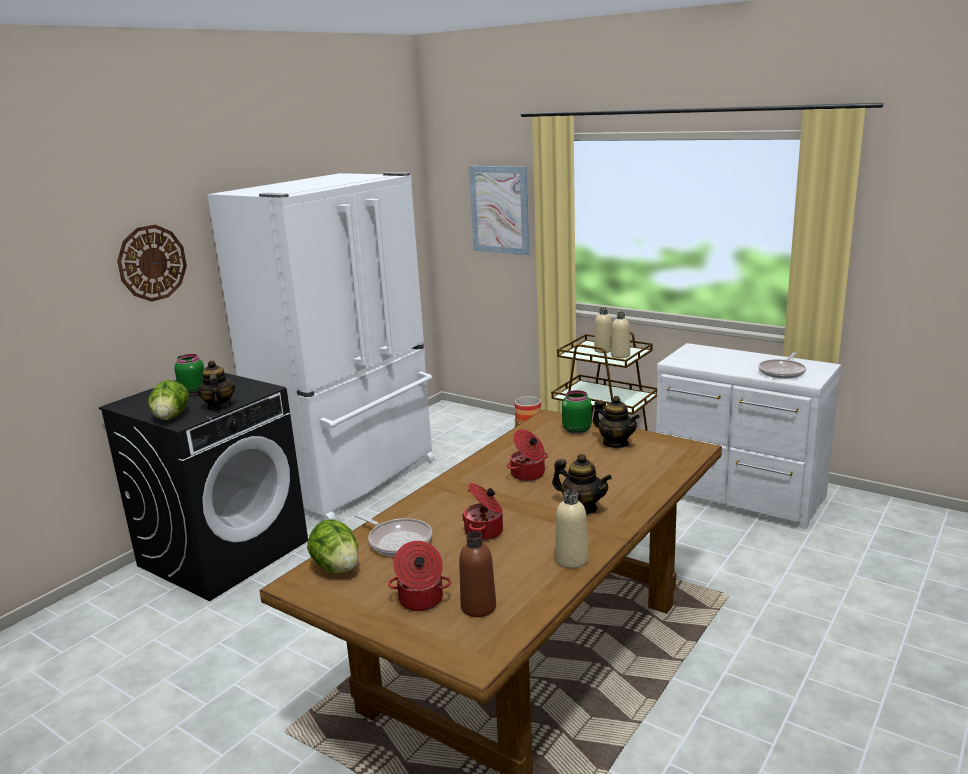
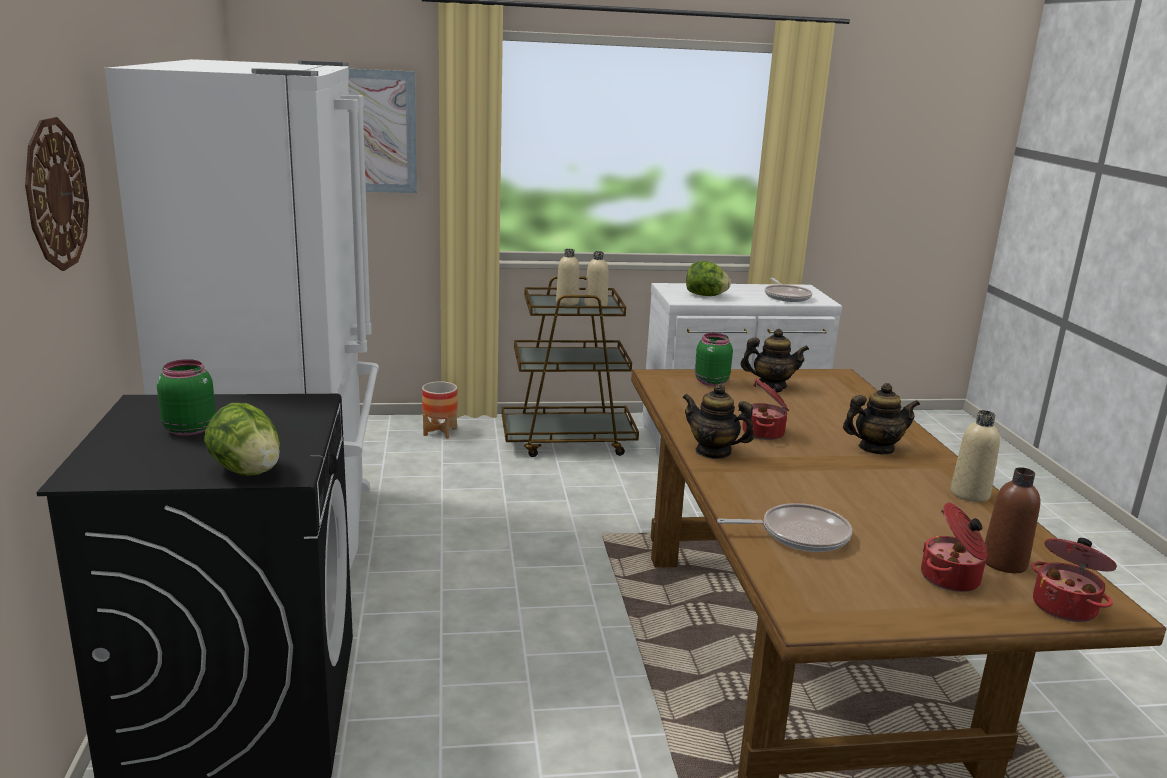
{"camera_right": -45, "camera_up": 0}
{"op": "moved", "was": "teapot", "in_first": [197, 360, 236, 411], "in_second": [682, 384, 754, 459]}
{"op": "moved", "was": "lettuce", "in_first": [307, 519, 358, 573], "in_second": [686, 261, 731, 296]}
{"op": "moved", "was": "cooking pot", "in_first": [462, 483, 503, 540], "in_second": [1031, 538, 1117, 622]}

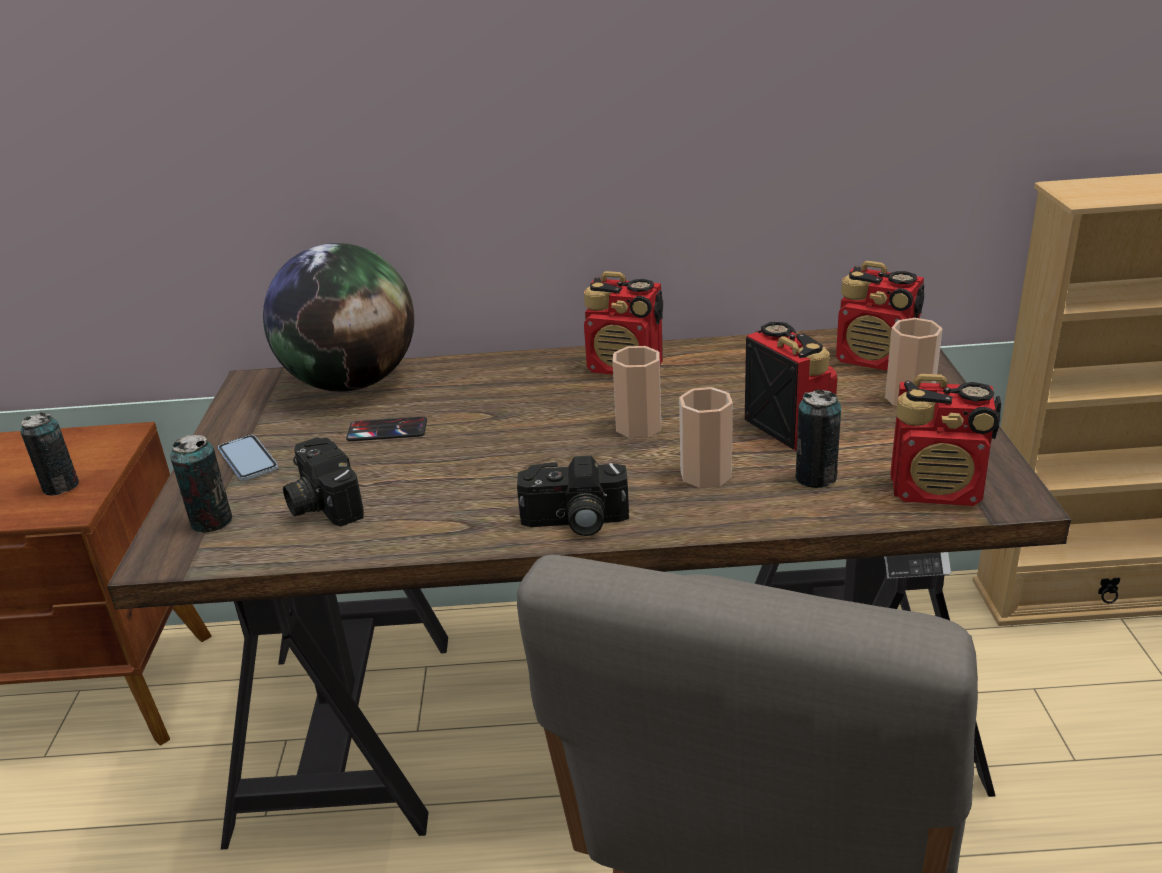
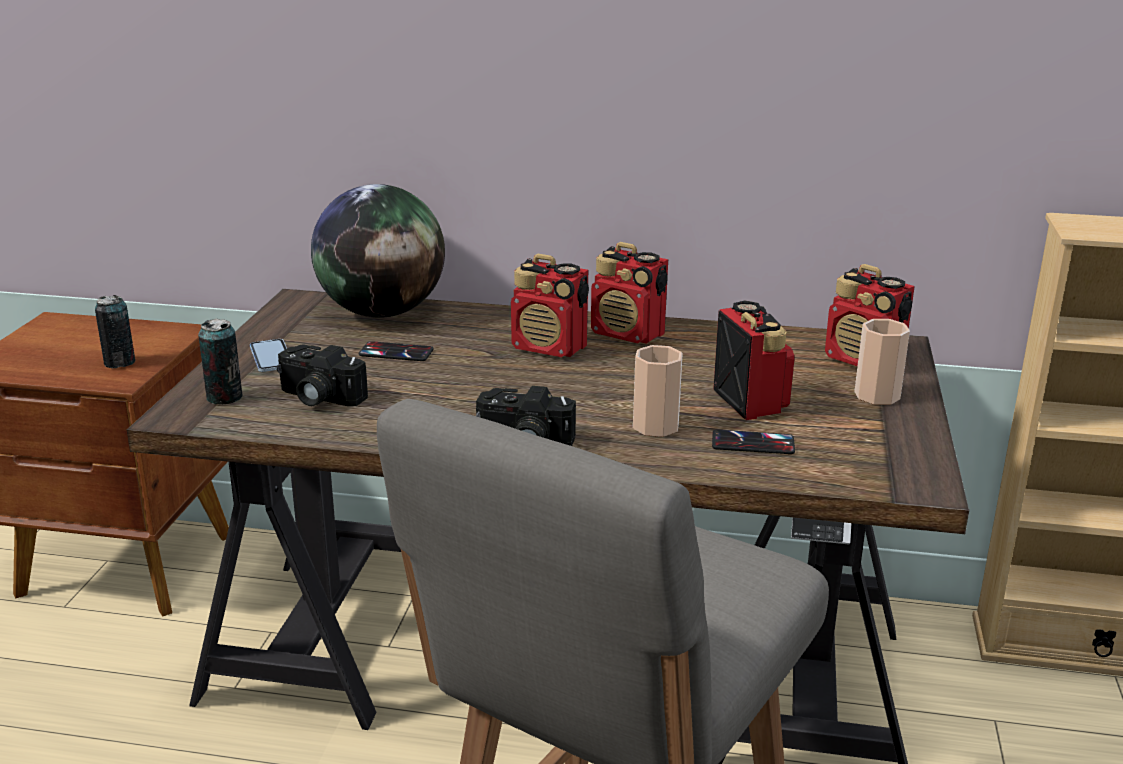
{"camera_right": 10, "camera_up": -5}
{"op": "turned", "was": "photo camera", "in_first": [283, 437, 364, 527], "in_second": [277, 345, 368, 406], "clockwise": -45}
{"op": "moved", "was": "radio", "in_first": [890, 374, 1001, 506], "in_second": [511, 254, 589, 357]}
{"op": "replaced", "was": "can", "now": "phone", "in_first": [795, 389, 841, 488], "in_second": [712, 430, 795, 454]}
{"op": "removed", "was": "cup", "in_first": [613, 346, 661, 438]}

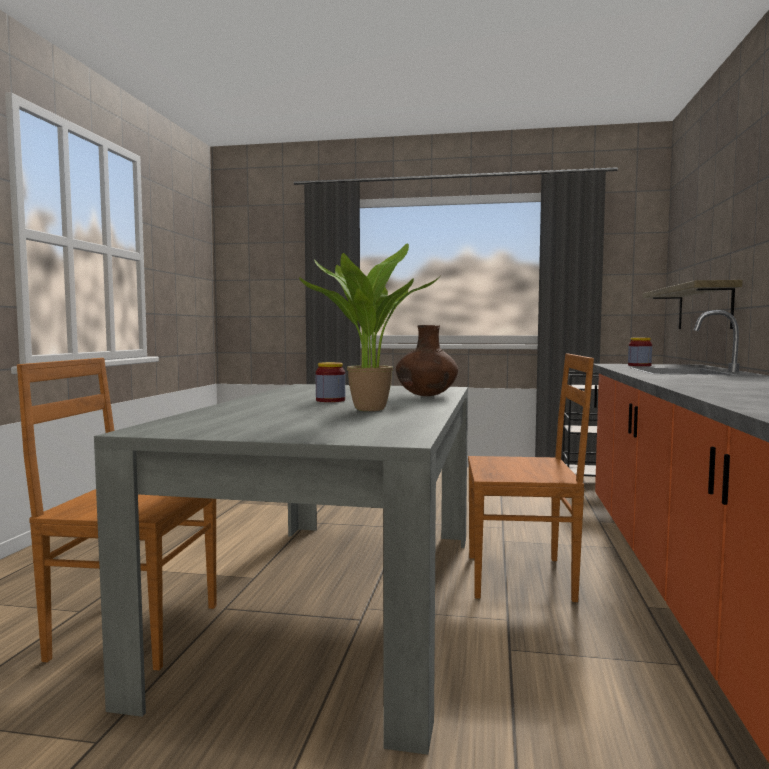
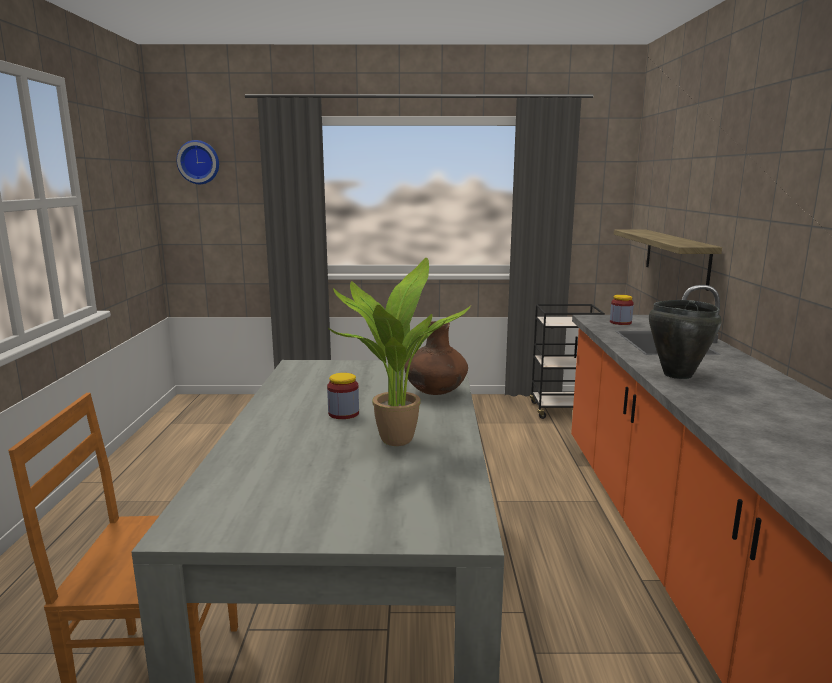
{"camera_right": -10, "camera_up": 10}
{"op": "added", "now": "wall clock", "in_second": [176, 140, 219, 184]}
{"op": "added", "now": "black cooking pot", "in_second": [649, 300, 722, 379]}
{"op": "removed", "was": "brown chair", "in_first": [468, 353, 594, 602]}

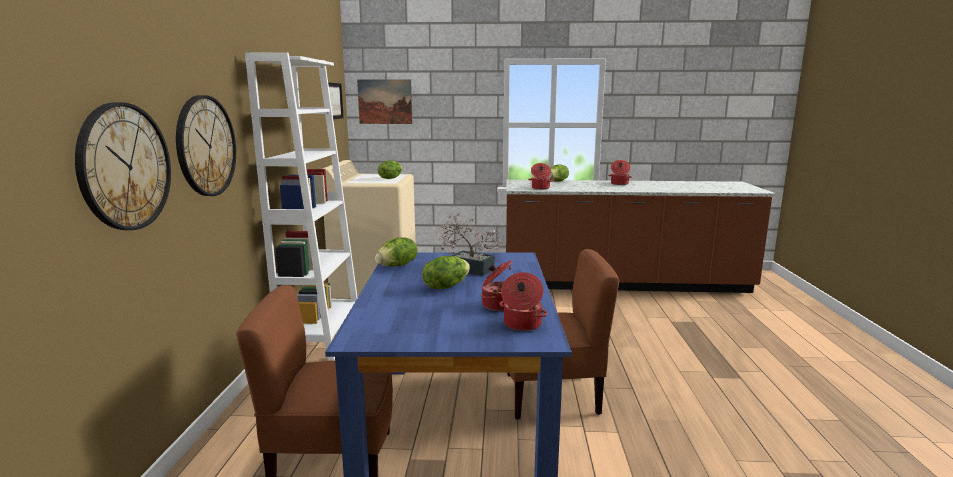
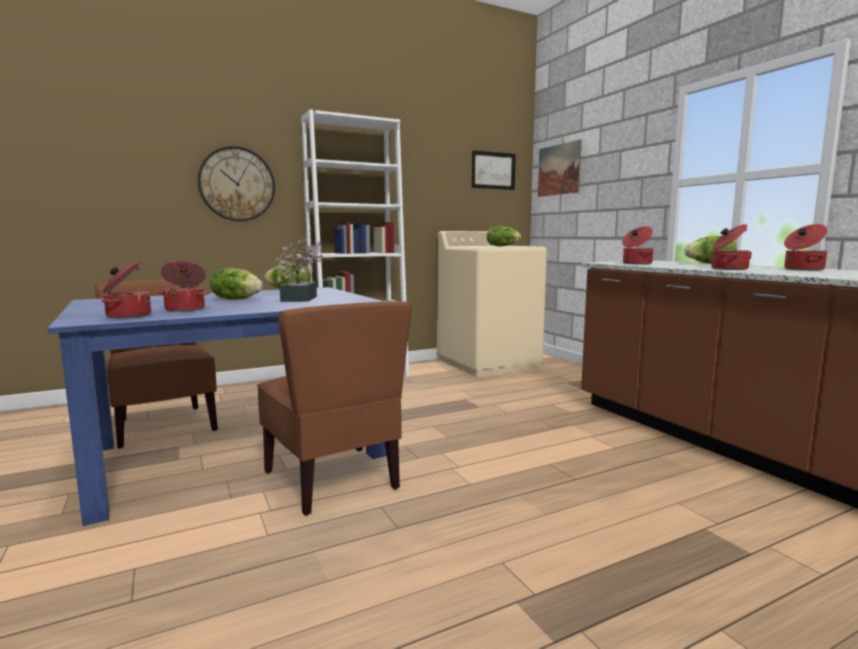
{"camera_right": 60, "camera_up": -5}
{"op": "added", "now": "cooking pot", "in_second": [711, 224, 752, 270]}
{"op": "removed", "was": "wall clock", "in_first": [75, 102, 171, 230]}

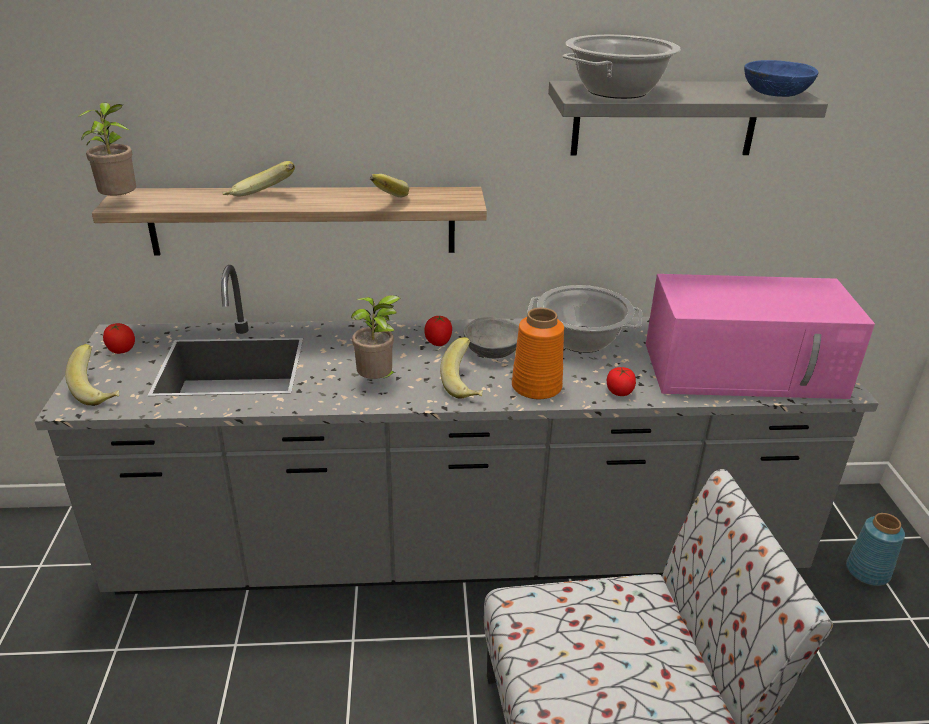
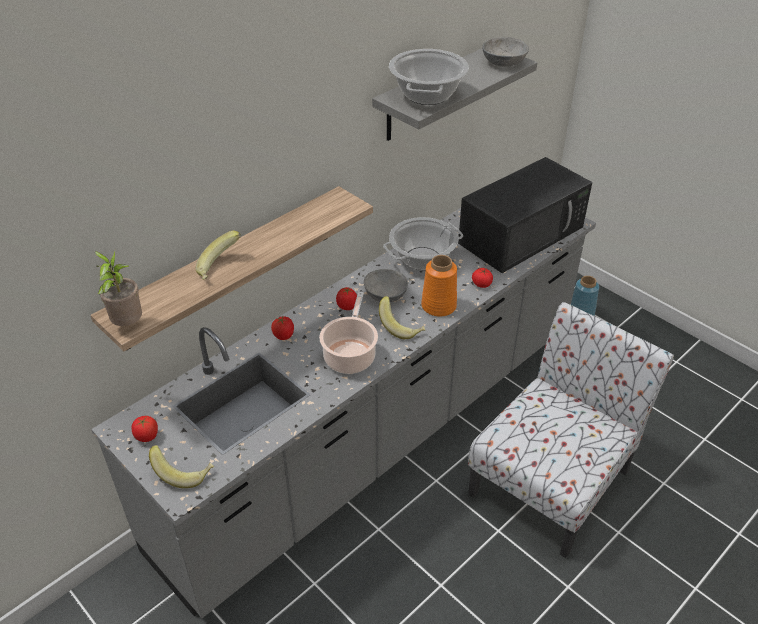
{"camera_right": -40, "camera_up": 10}
{"op": "added", "now": "tomato", "in_second": [271, 316, 294, 340]}
{"op": "replaced", "was": "potted plant", "now": "cooking pot", "in_first": [351, 295, 401, 379], "in_second": [319, 292, 378, 374]}
{"op": "recoloured", "was": "pink microwave", "now": "black microwave", "in_first": [646, 274, 875, 399], "in_second": [458, 157, 592, 273]}
{"op": "recoloured", "was": "blue bowl", "now": "grey bowl", "in_first": [744, 60, 819, 97], "in_second": [483, 37, 529, 67]}
{"op": "removed", "was": "banana", "in_first": [370, 174, 409, 197]}

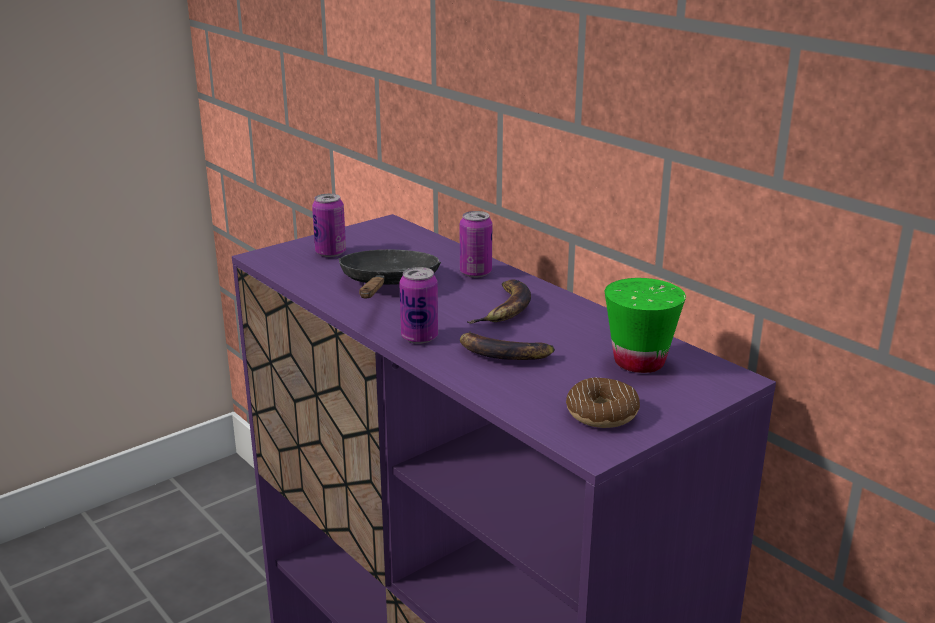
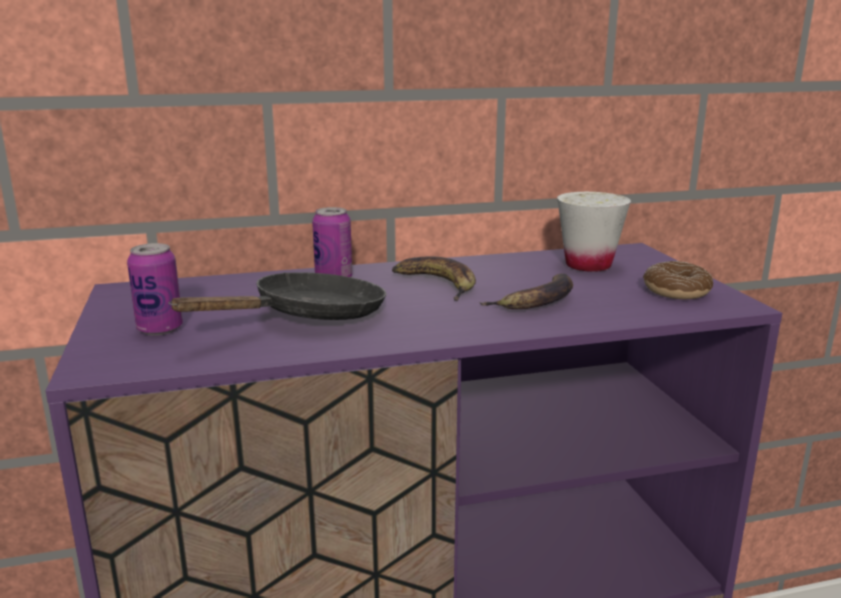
{"camera_right": -65, "camera_up": -5}
{"op": "turned", "was": "black frying pan", "in_first": [338, 250, 441, 298], "in_second": [168, 272, 386, 320], "clockwise": 105}
{"op": "recoloured", "was": "green cup", "now": "white cup", "in_first": [605, 278, 686, 373], "in_second": [557, 192, 631, 272]}
{"op": "removed", "was": "can", "in_first": [399, 267, 438, 344]}

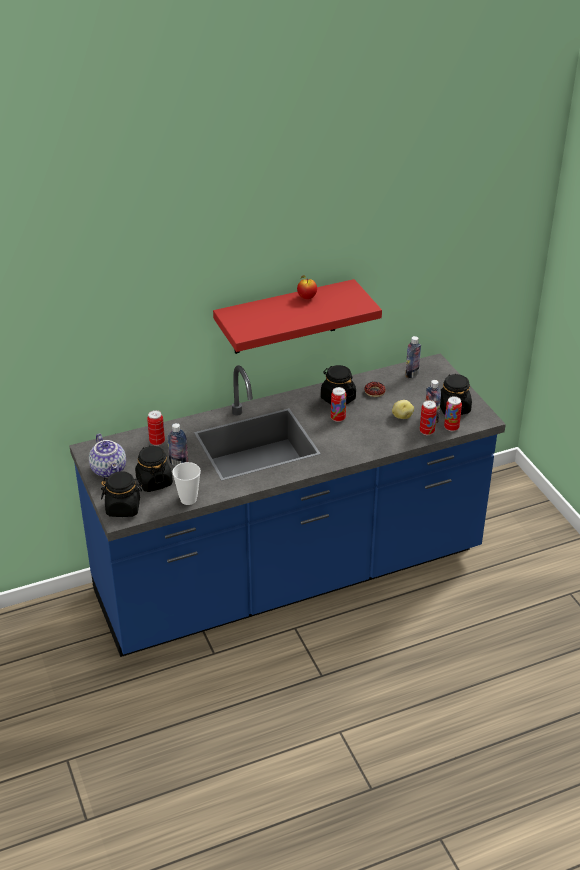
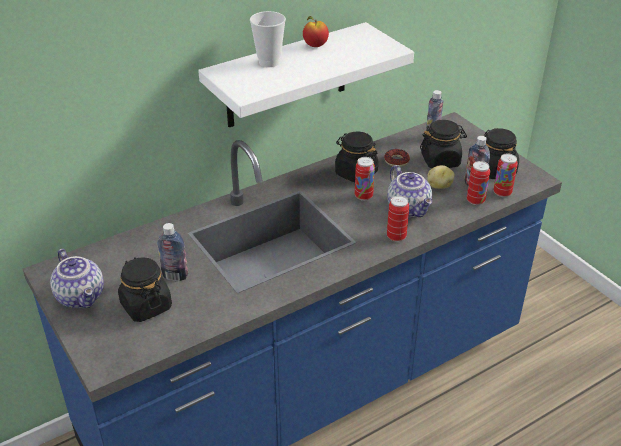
{"camera_right": -10, "camera_up": 0}
{"op": "recoloured", "was": "red shelf", "now": "white shelf", "in_first": [213, 279, 382, 354], "in_second": [198, 22, 414, 127]}
{"op": "moved", "was": "cup", "in_first": [172, 462, 201, 505], "in_second": [250, 11, 286, 67]}
{"op": "added", "now": "teapot", "in_second": [387, 165, 432, 217]}
{"op": "moved", "was": "can", "in_first": [147, 410, 165, 446], "in_second": [387, 196, 409, 242]}
{"op": "moved", "was": "black jar", "in_first": [101, 471, 143, 517], "in_second": [420, 120, 467, 168]}

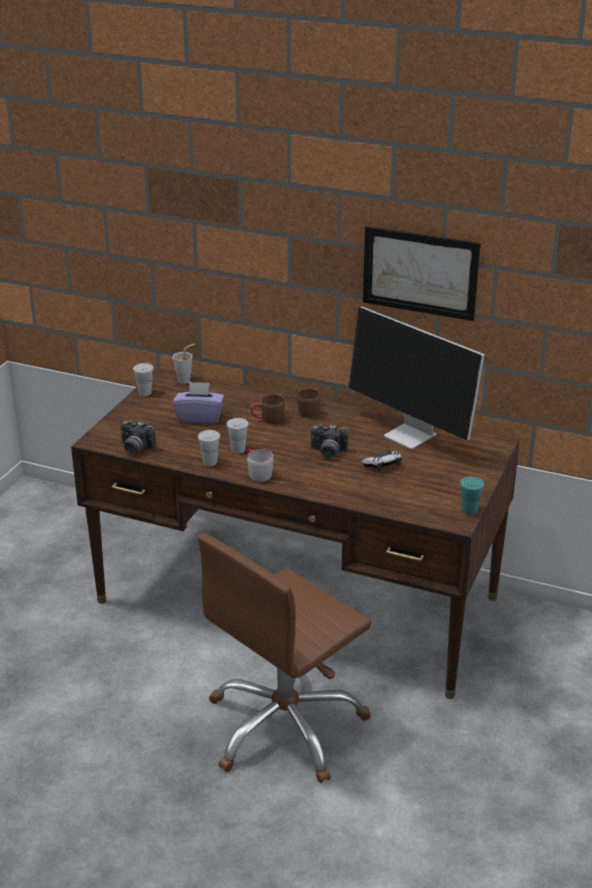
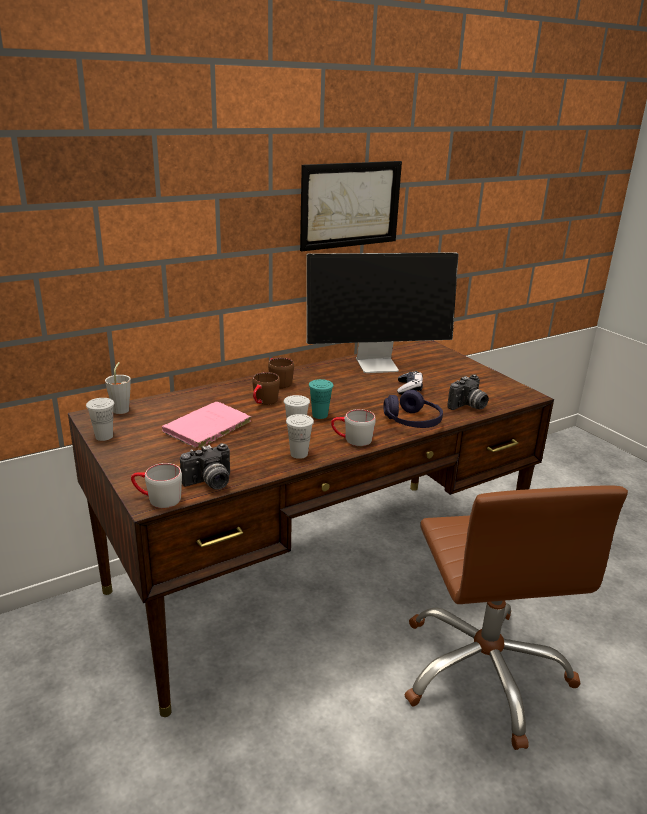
{"camera_right": -55, "camera_up": -5}
{"op": "added", "now": "grey mug", "in_second": [131, 463, 182, 508]}
{"op": "replaced", "was": "purple tissue box", "now": "pink book", "in_first": [173, 382, 225, 424], "in_second": [162, 402, 251, 448]}
{"op": "moved", "was": "turquoise cup", "in_first": [460, 477, 484, 515], "in_second": [309, 379, 334, 419]}
{"op": "added", "now": "purple headphones", "in_second": [383, 390, 443, 428]}
{"op": "moved", "was": "photo camera", "in_first": [311, 424, 348, 459], "in_second": [447, 374, 489, 410]}

